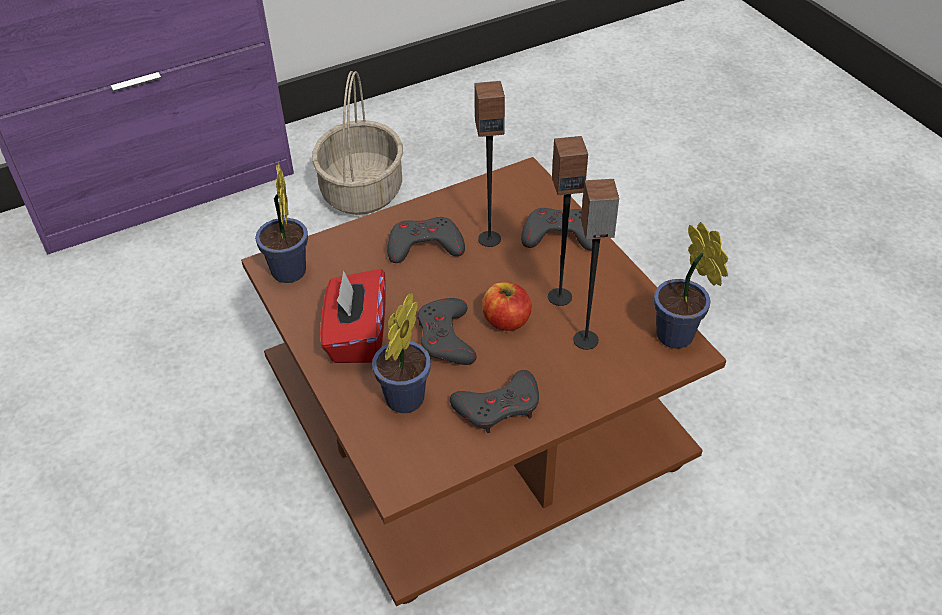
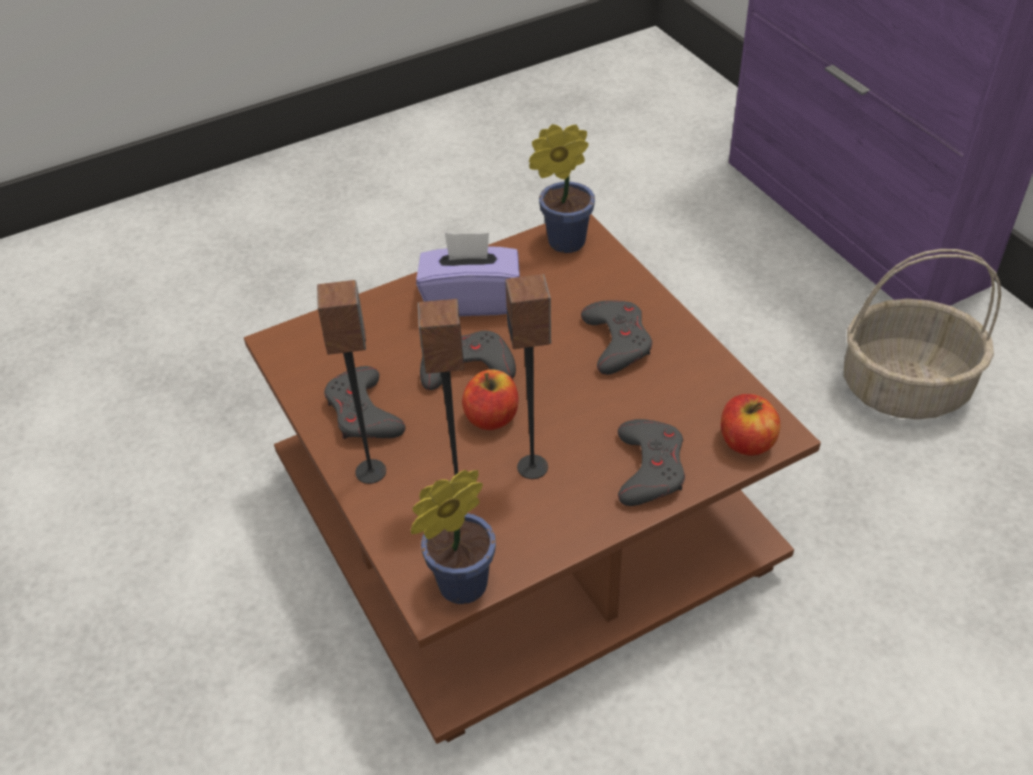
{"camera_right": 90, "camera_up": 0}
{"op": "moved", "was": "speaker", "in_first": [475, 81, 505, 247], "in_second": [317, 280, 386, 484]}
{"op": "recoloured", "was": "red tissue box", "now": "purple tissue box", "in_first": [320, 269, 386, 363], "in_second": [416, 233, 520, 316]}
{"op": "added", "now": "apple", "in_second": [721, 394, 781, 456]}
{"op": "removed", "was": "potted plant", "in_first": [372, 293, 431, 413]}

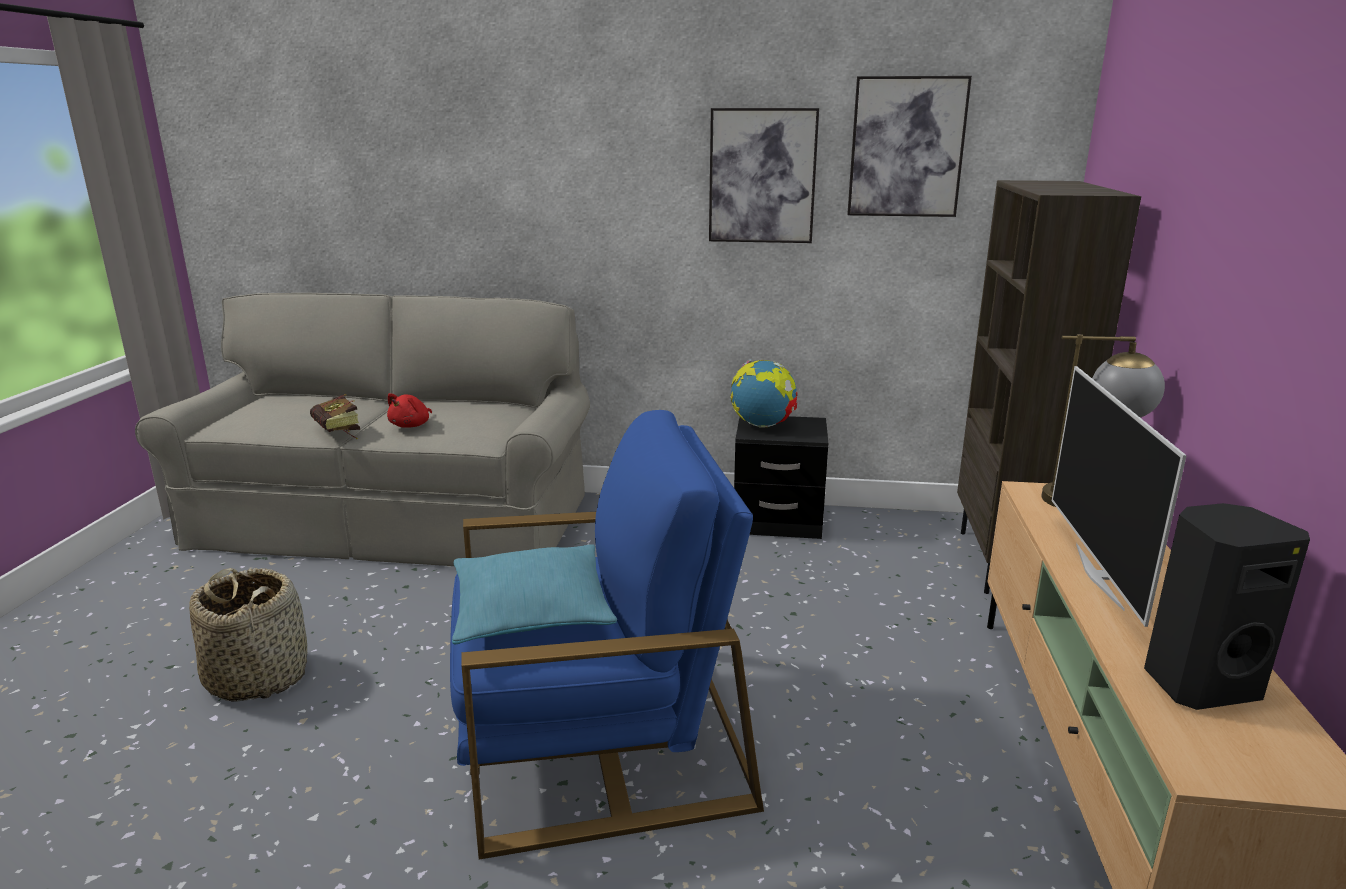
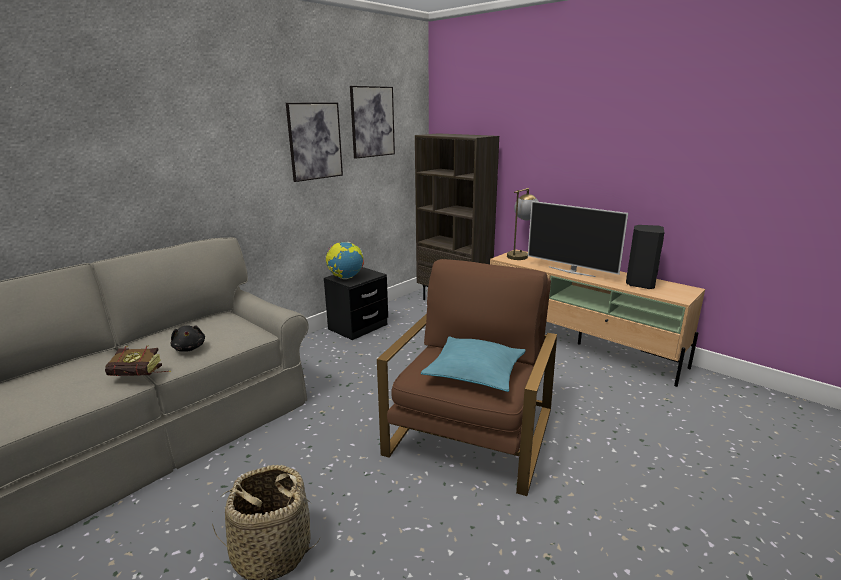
{"camera_right": -55, "camera_up": 0}
{"op": "recoloured", "was": "red plush toy", "now": "black plush toy", "in_first": [387, 393, 432, 428], "in_second": [171, 325, 205, 352]}
{"op": "recoloured", "was": "blue armchair", "now": "brown armchair", "in_first": [450, 410, 764, 859], "in_second": [377, 259, 557, 496]}

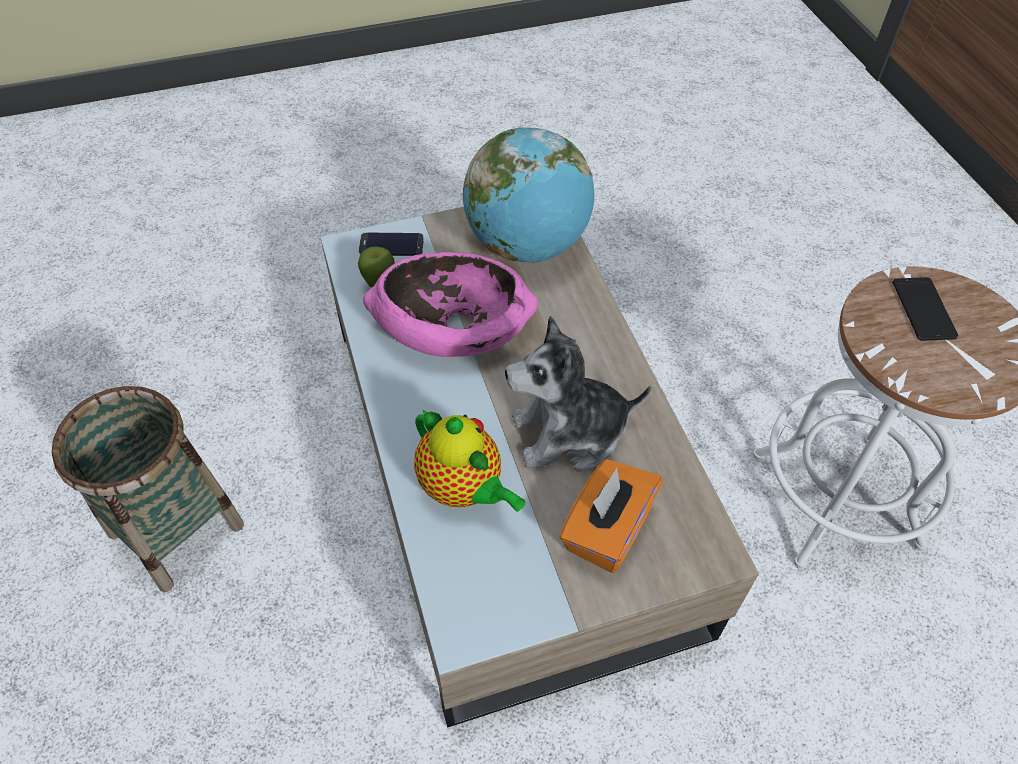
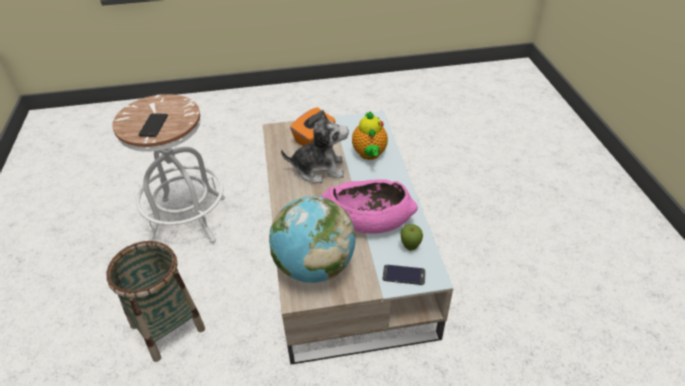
{"camera_right": -170, "camera_up": -10}
{"op": "moved", "was": "basket", "in_first": [52, 386, 244, 592], "in_second": [107, 241, 205, 362]}
{"op": "turned", "was": "teapot", "in_first": [414, 410, 525, 512], "in_second": [352, 112, 388, 160], "clockwise": -150}

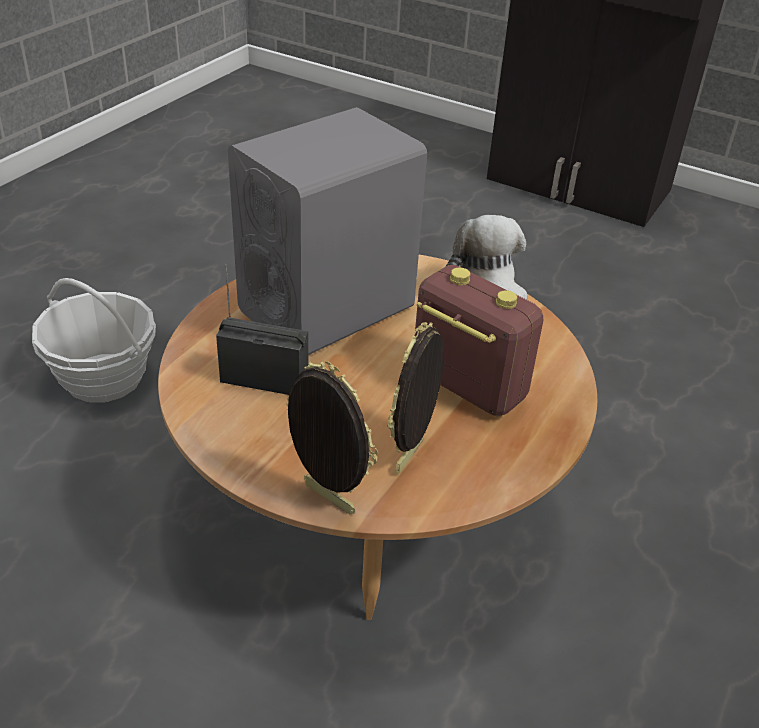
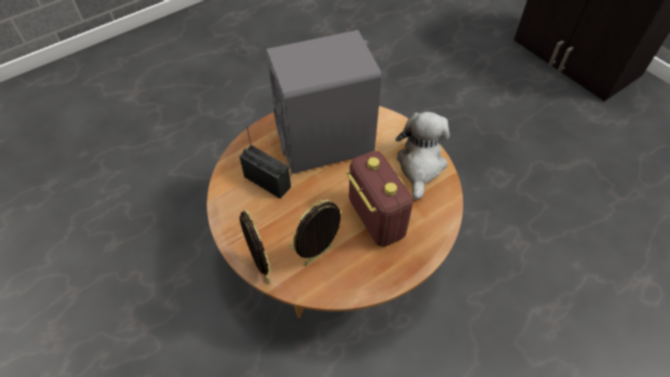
{"camera_right": 25, "camera_up": 15}
{"op": "removed", "was": "basket", "in_first": [32, 278, 156, 402]}

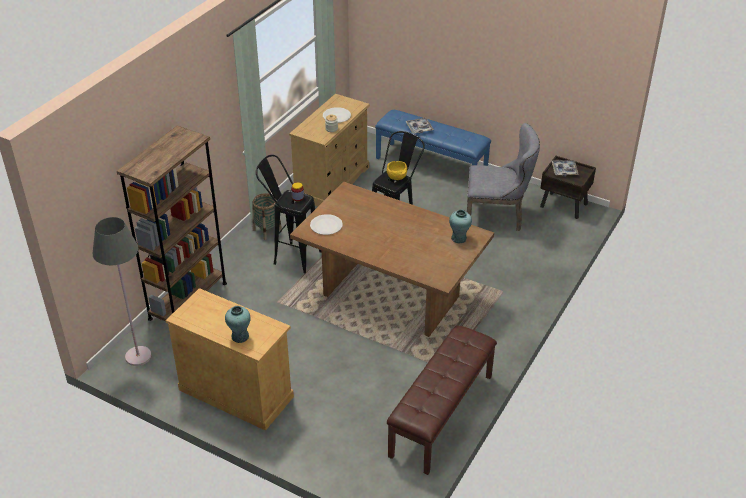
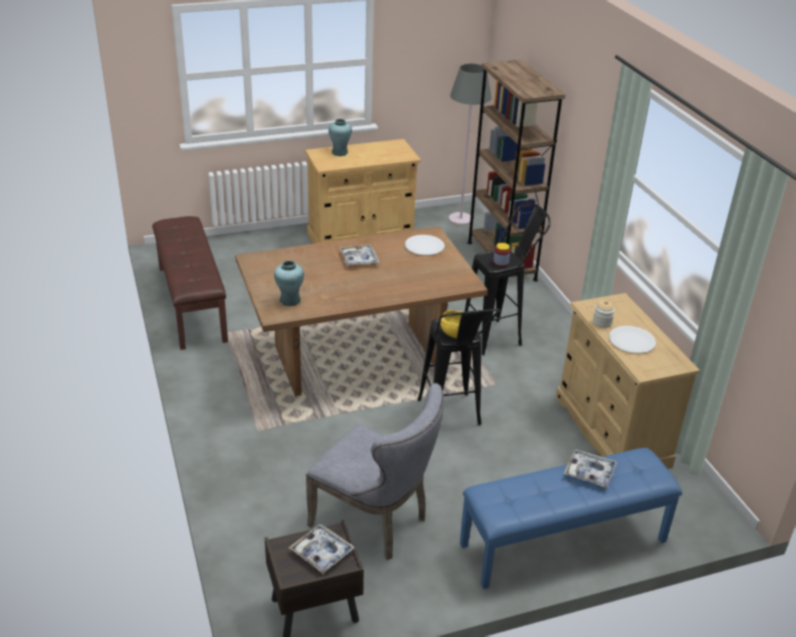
{"camera_right": 130, "camera_up": -5}
{"op": "turned", "was": "grey chair", "in_first": [467, 123, 540, 231], "in_second": [306, 383, 444, 560], "clockwise": -105}
{"op": "added", "now": "tray", "in_second": [339, 245, 380, 266]}
{"op": "removed", "was": "basket", "in_first": [252, 193, 282, 240]}

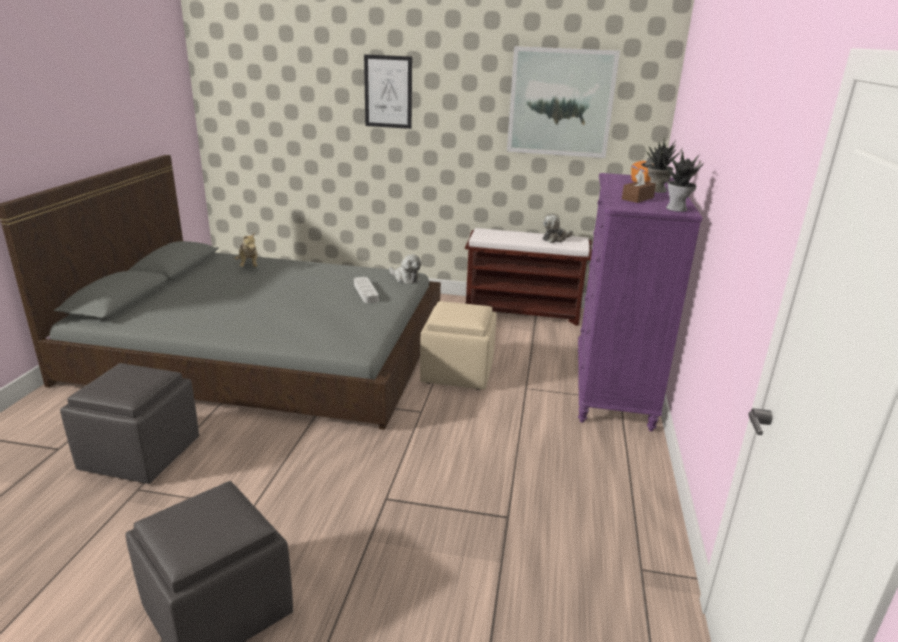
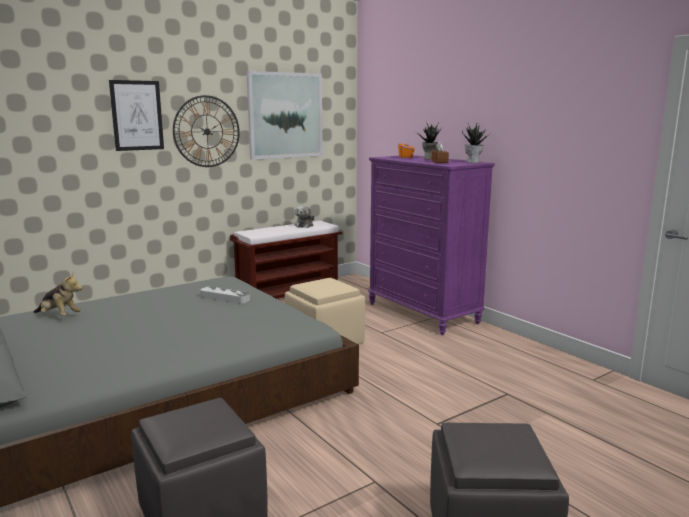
{"camera_right": -45, "camera_up": -10}
{"op": "added", "now": "wall clock", "in_second": [173, 95, 240, 167]}
{"op": "removed", "was": "plush toy", "in_first": [389, 254, 422, 284]}

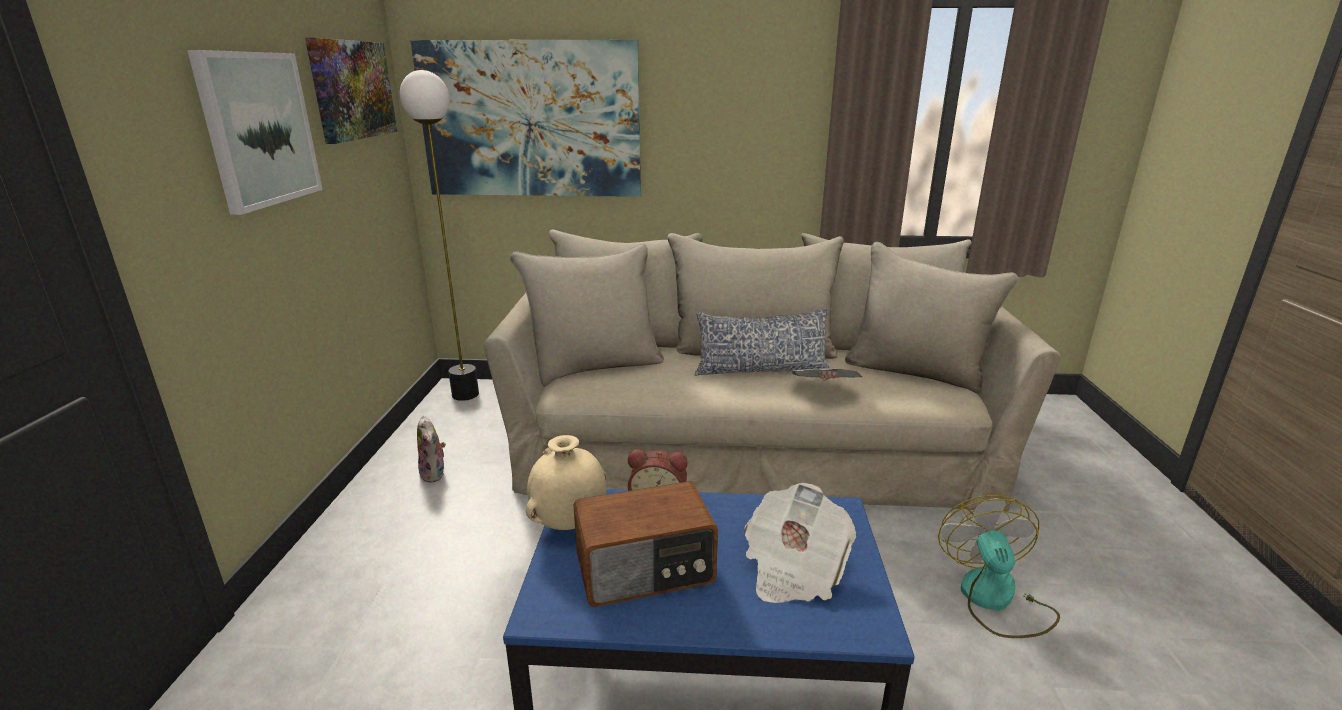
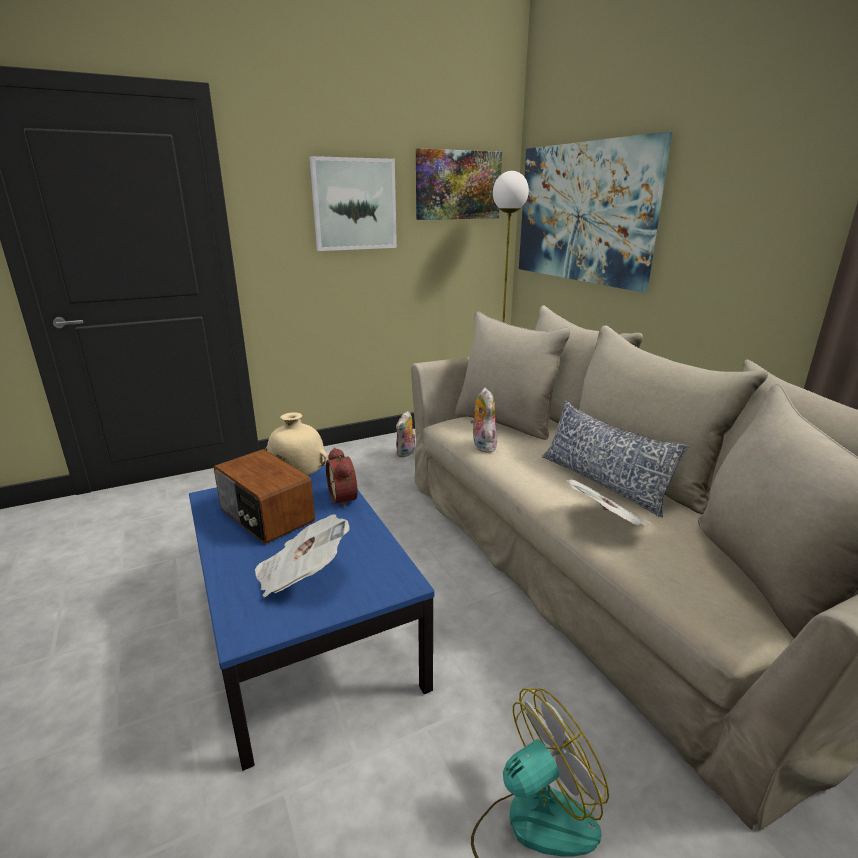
{"camera_right": 60, "camera_up": 0}
{"op": "added", "now": "plush toy", "in_second": [470, 388, 497, 453]}

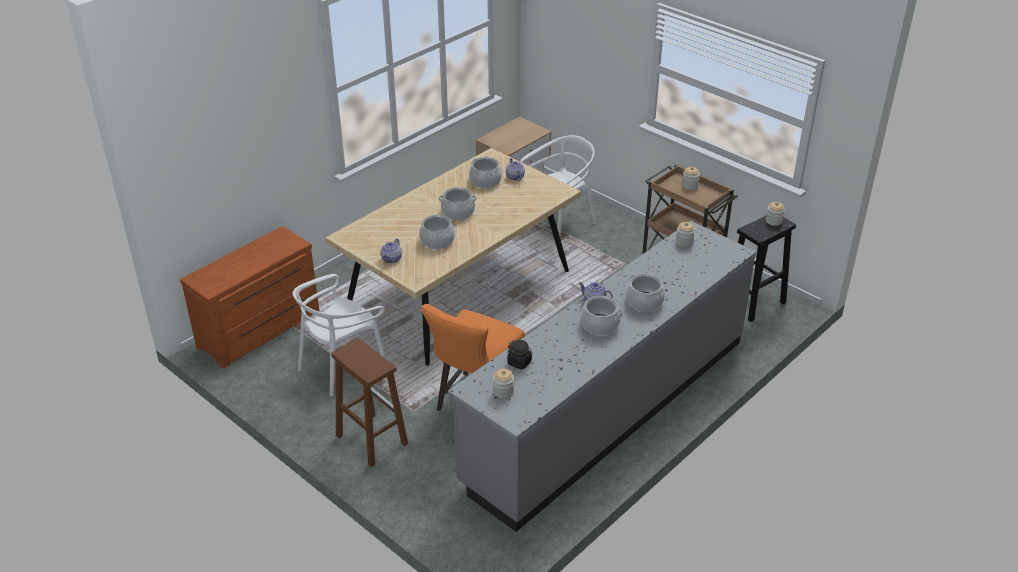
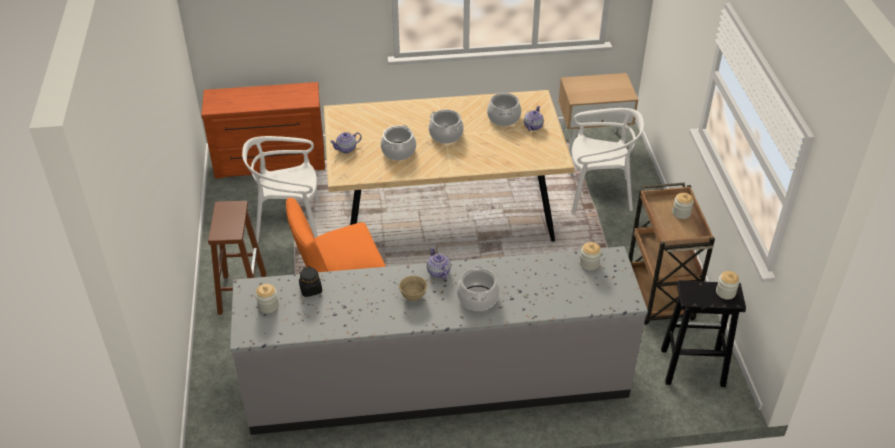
{"camera_right": 40, "camera_up": 5}
{"op": "replaced", "was": "cooking pot", "now": "beige bowl", "in_first": [579, 296, 623, 335], "in_second": [399, 276, 427, 301]}

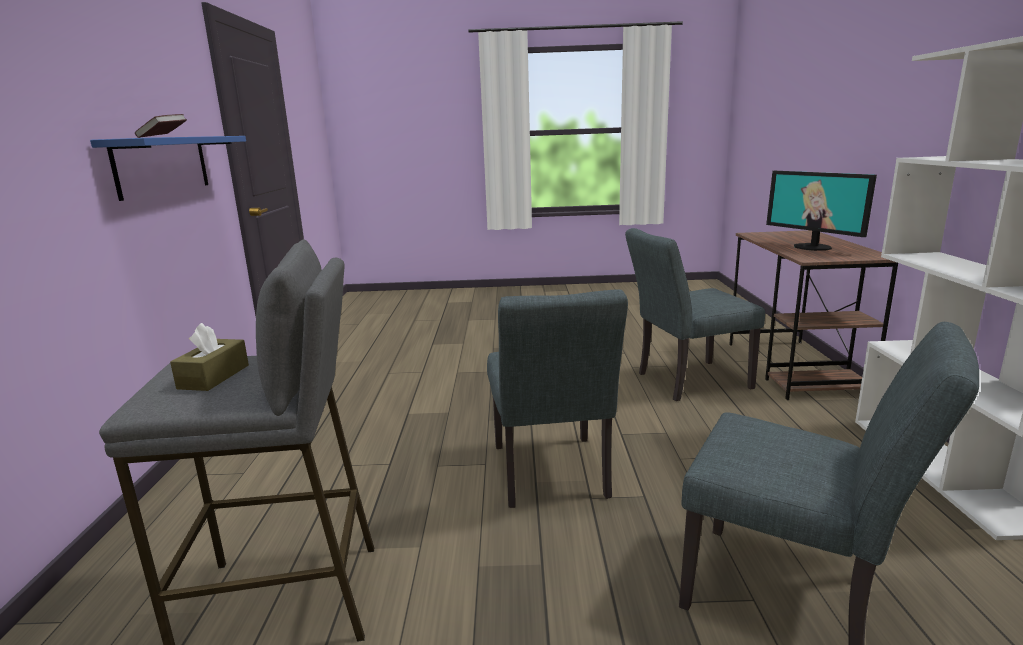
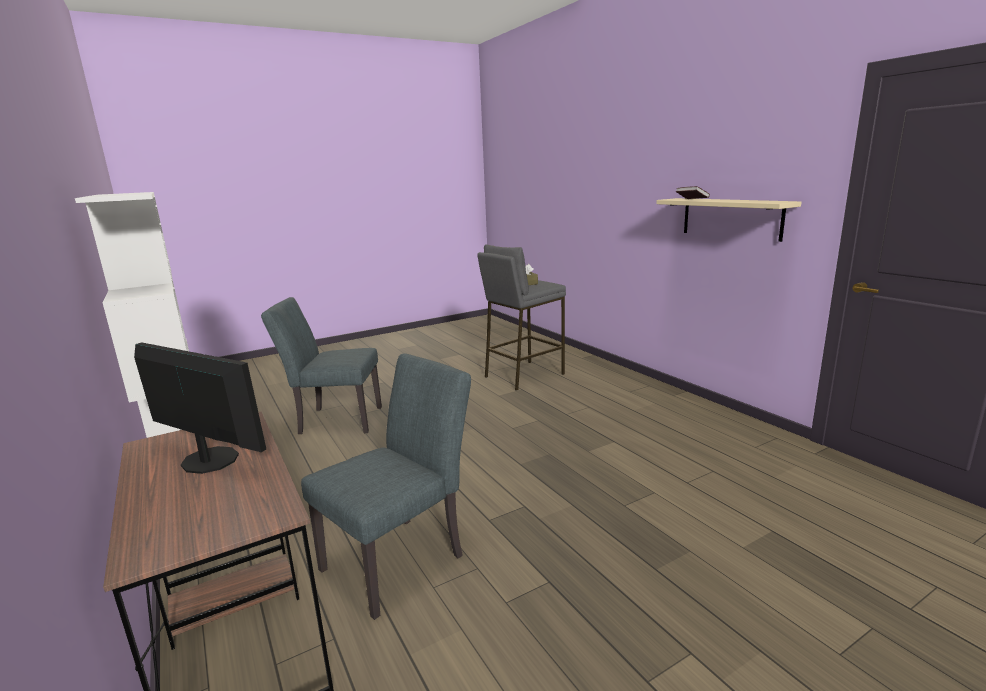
{"camera_right": 150, "camera_up": 0}
{"op": "recoloured", "was": "blue shelf", "now": "beige shelf", "in_first": [90, 136, 246, 201], "in_second": [656, 198, 802, 242]}
{"op": "removed", "was": "grey chair", "in_first": [487, 289, 628, 508]}

